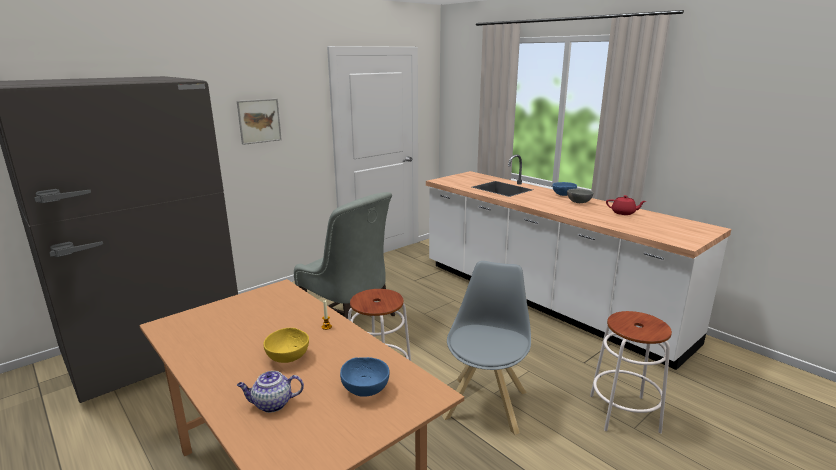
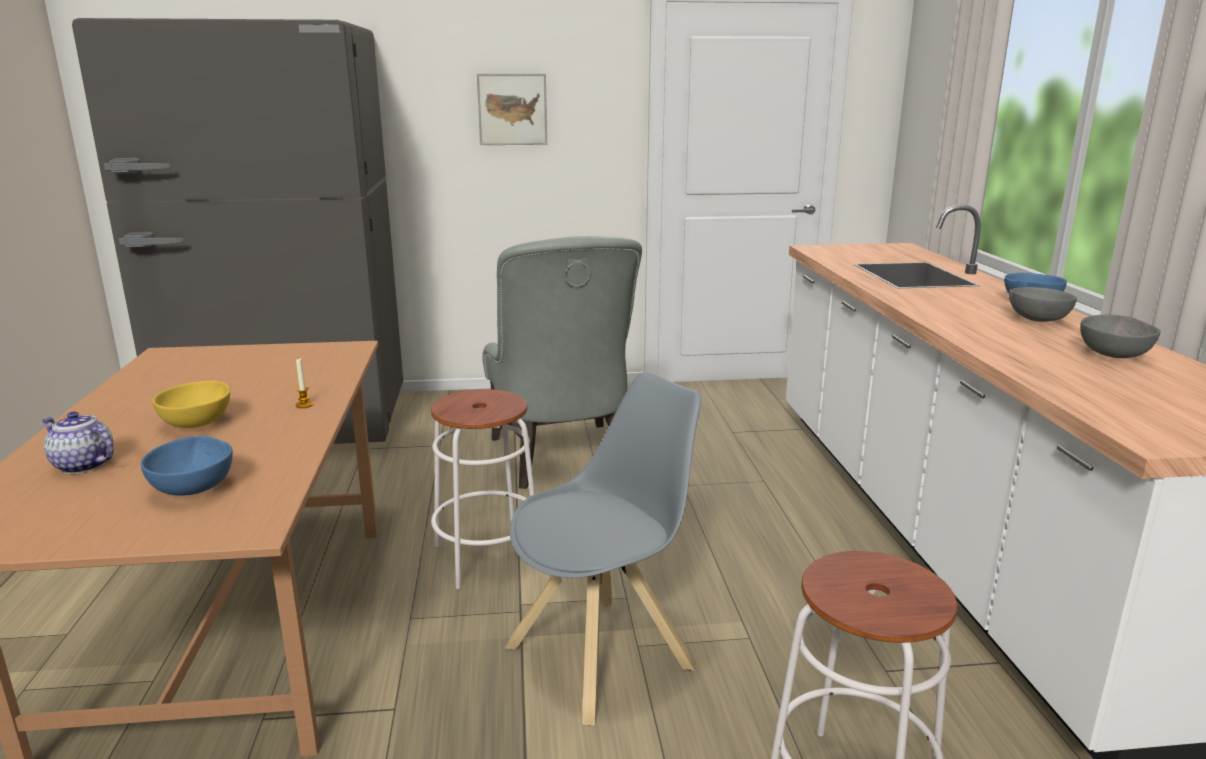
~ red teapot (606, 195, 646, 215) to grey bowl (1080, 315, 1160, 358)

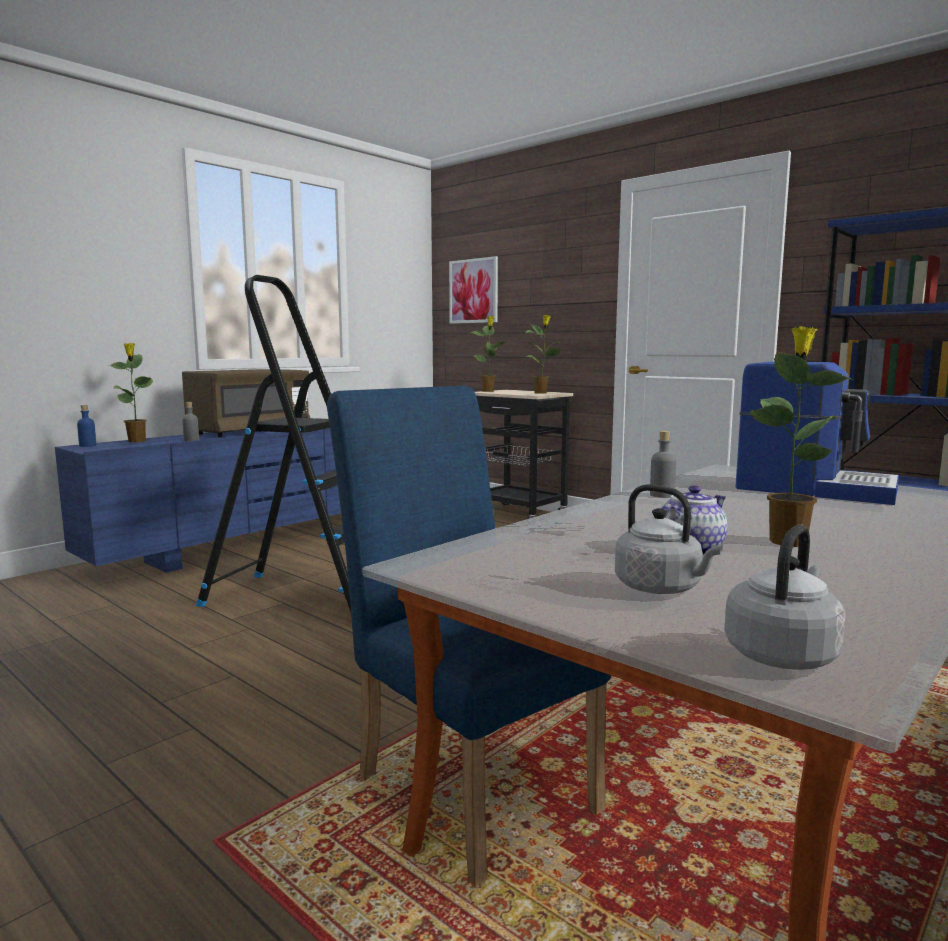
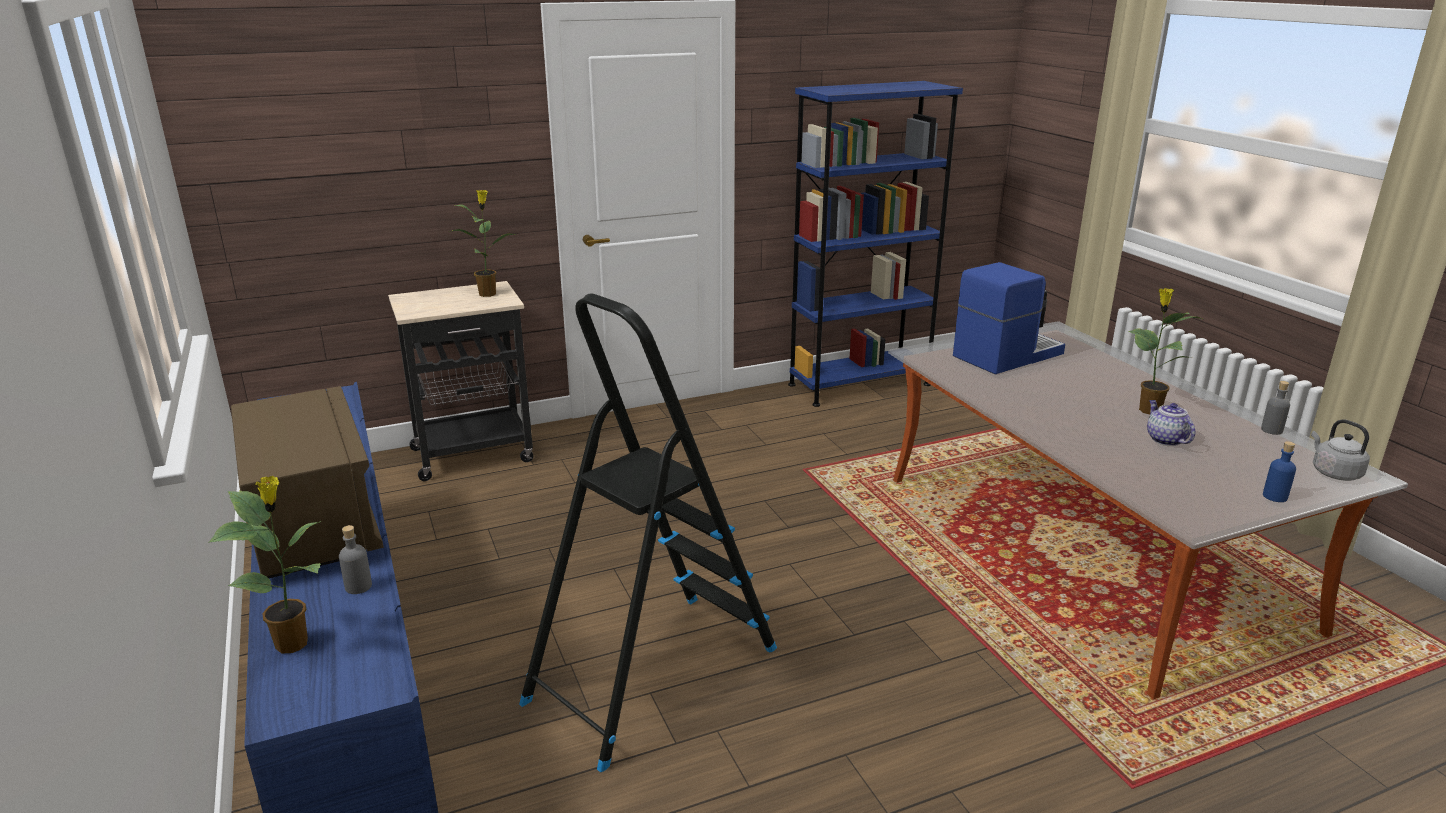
- blue chair (327, 386, 611, 886)
- picture (449, 256, 498, 324)
- potted plant (468, 316, 507, 392)
- grey kettle (615, 484, 723, 594)
~ blue bottle (77, 405, 96, 447) to (1263, 441, 1296, 502)
~ grey bottle (650, 431, 676, 498) to (1261, 381, 1290, 435)

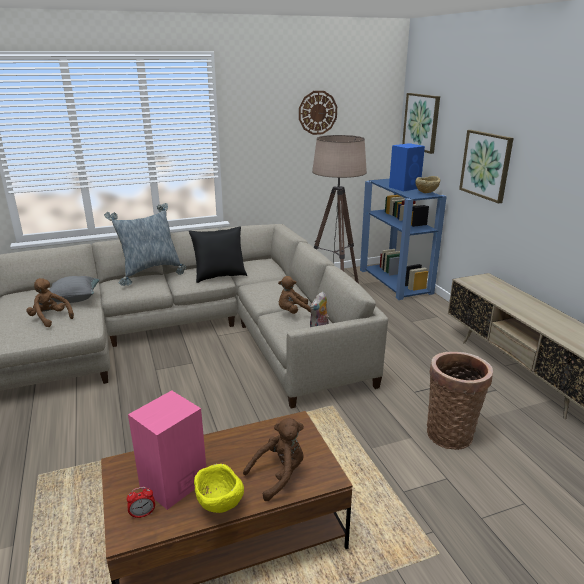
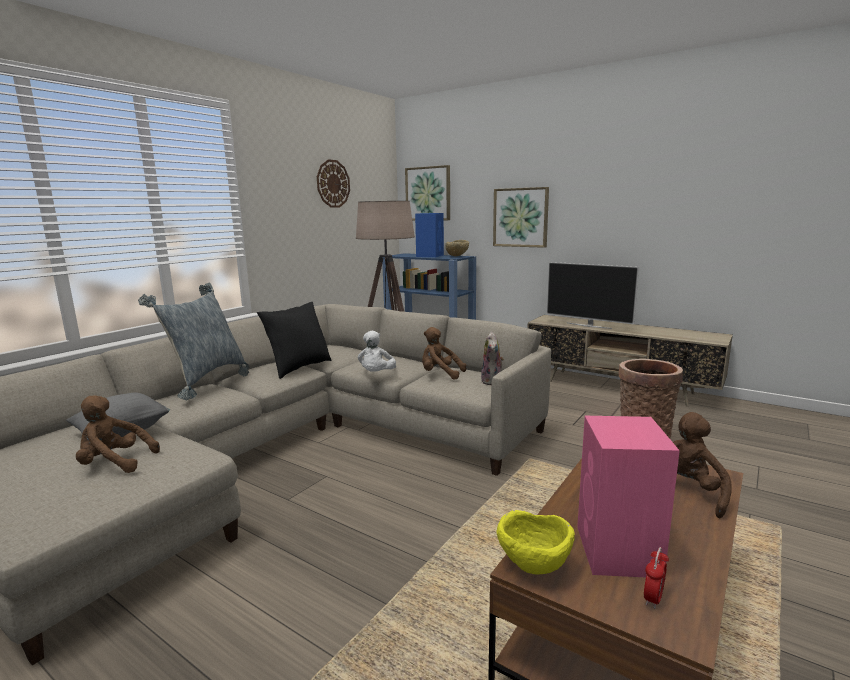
+ white plush toy (358, 331, 396, 372)
+ television (546, 262, 639, 329)
~ yellow bowl (194, 464, 244, 513) to (497, 510, 575, 574)
~ brown plush toy (278, 276, 311, 314) = (422, 327, 466, 379) 75 degrees clockwise

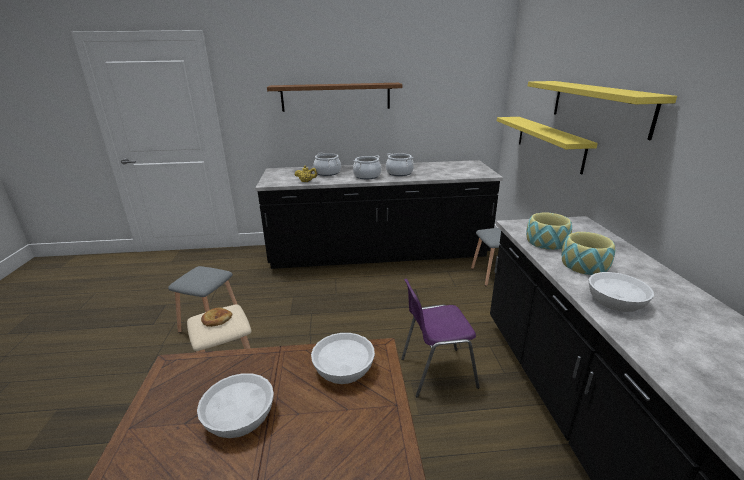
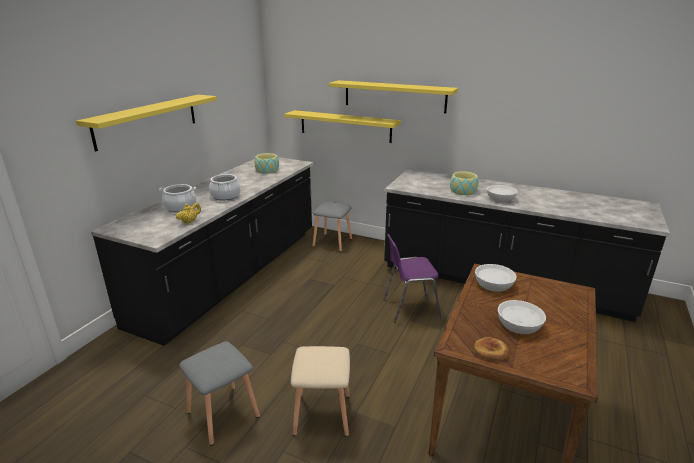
- cooking pot (386, 153, 414, 176)
~ bread (201, 307, 232, 327) to (474, 337, 509, 361)
~ bowl (526, 212, 572, 250) to (254, 153, 279, 174)
~ brown shelf (267, 83, 402, 112) to yellow shelf (76, 95, 217, 152)
~ purple chair (401, 279, 480, 398) = (383, 234, 442, 323) 60 degrees clockwise

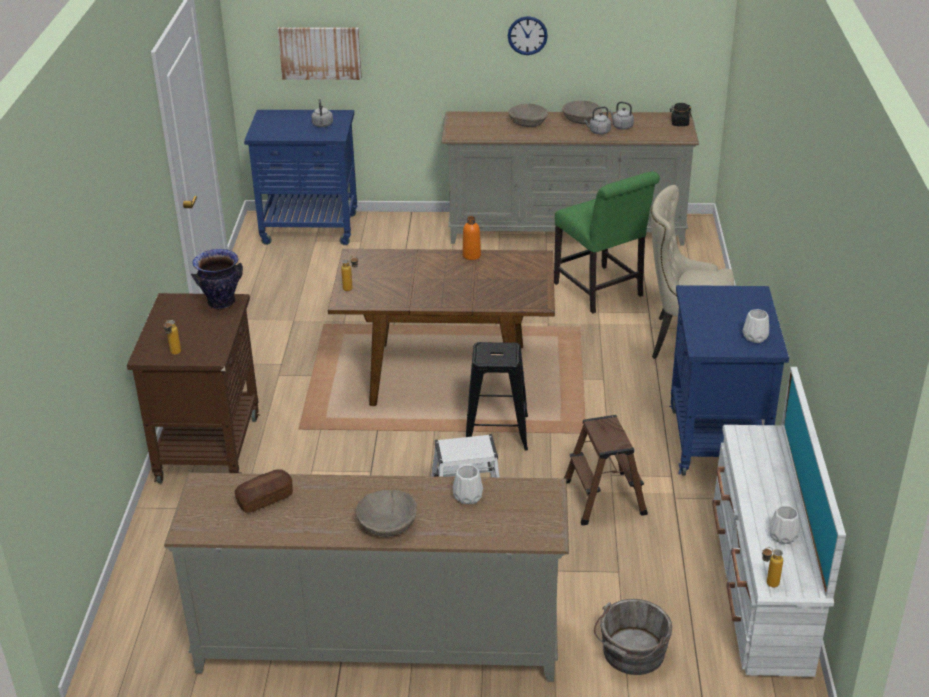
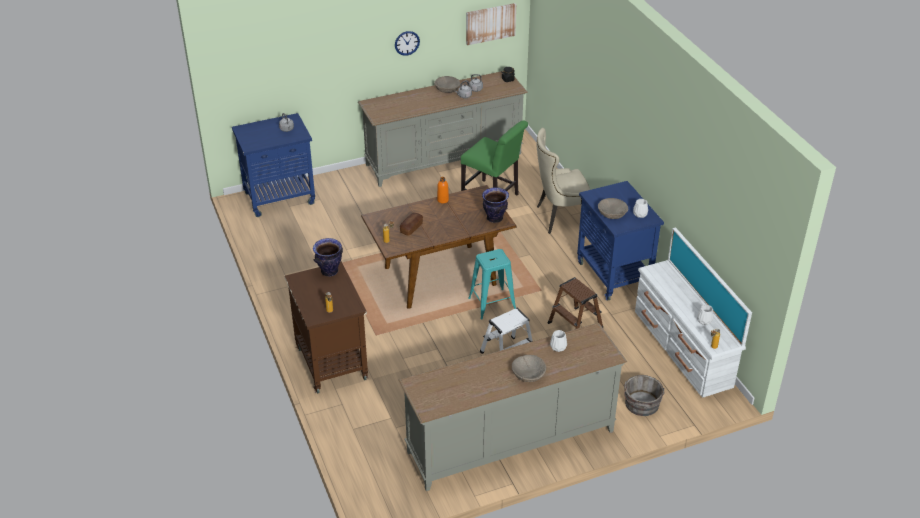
+ vase (482, 187, 509, 223)
~ bread (235, 469, 293, 513) to (400, 213, 423, 236)
~ picture (277, 27, 362, 80) to (466, 3, 516, 45)
~ beige bowl (508, 104, 548, 127) to (598, 198, 628, 219)
~ black stool (466, 342, 528, 451) to turquoise stool (468, 249, 516, 319)

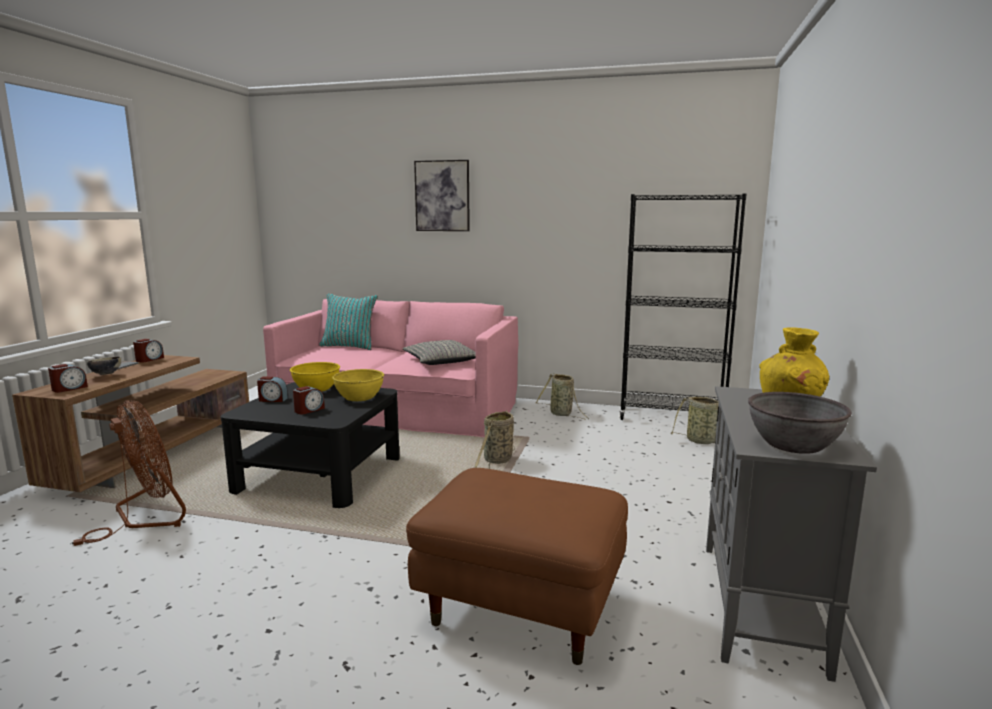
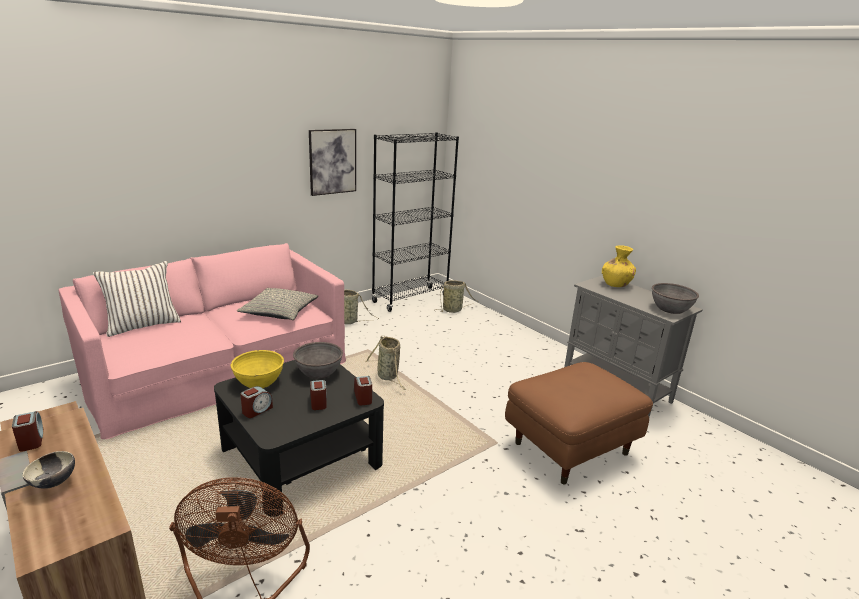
~ alarm clock (48, 364, 88, 393) to (354, 376, 372, 405)
~ picture (414, 160, 470, 231) to (309, 129, 356, 196)
~ turquoise pillow (319, 294, 378, 350) to white pillow (93, 261, 181, 337)
~ yellow bowl (332, 369, 384, 401) to grey bowl (293, 342, 343, 379)

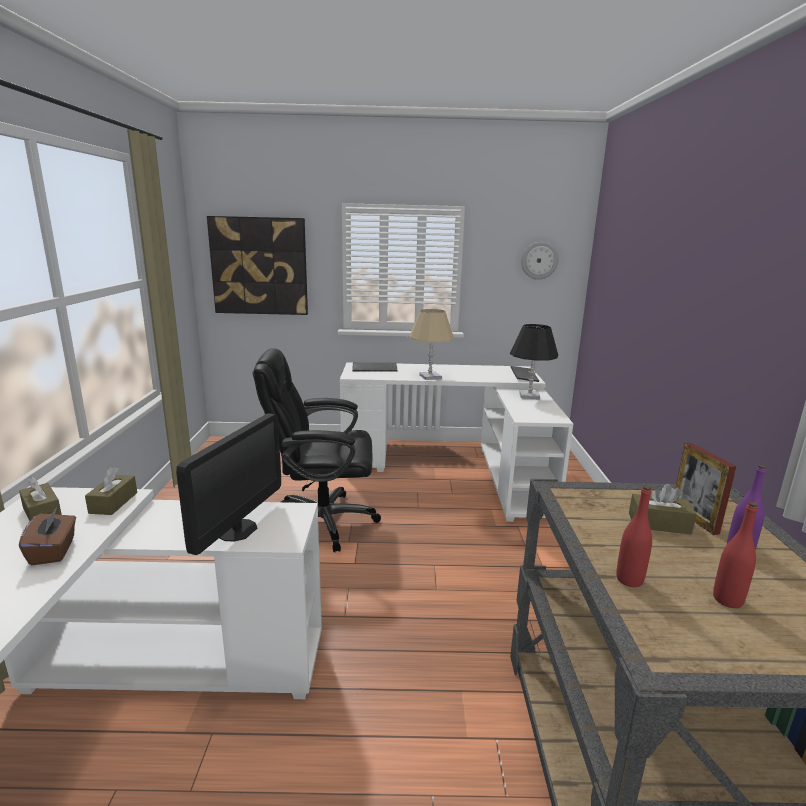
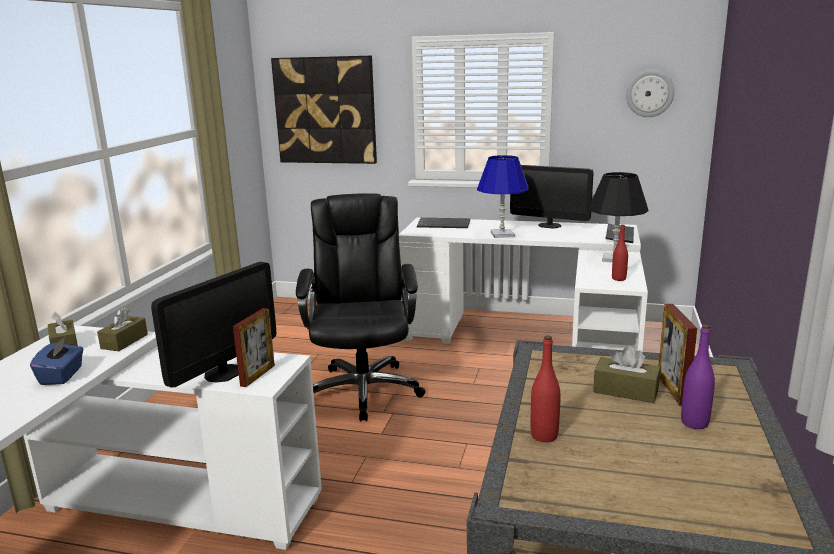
+ picture frame (233, 308, 275, 387)
+ monitor (510, 165, 594, 229)
~ red bottle (713, 502, 758, 608) to (612, 225, 628, 281)
~ brown tissue box (19, 507, 76, 565) to blue tissue box (30, 336, 83, 385)
~ beige table lamp (410, 309, 454, 380) to blue table lamp (477, 155, 528, 238)
~ black office chair (252, 348, 381, 552) = (296, 193, 426, 422) 75 degrees clockwise

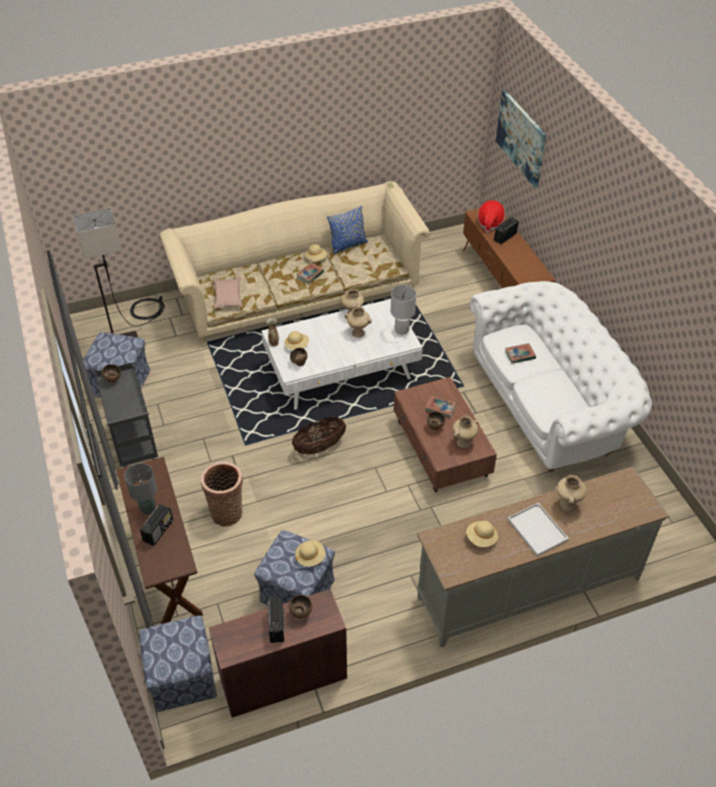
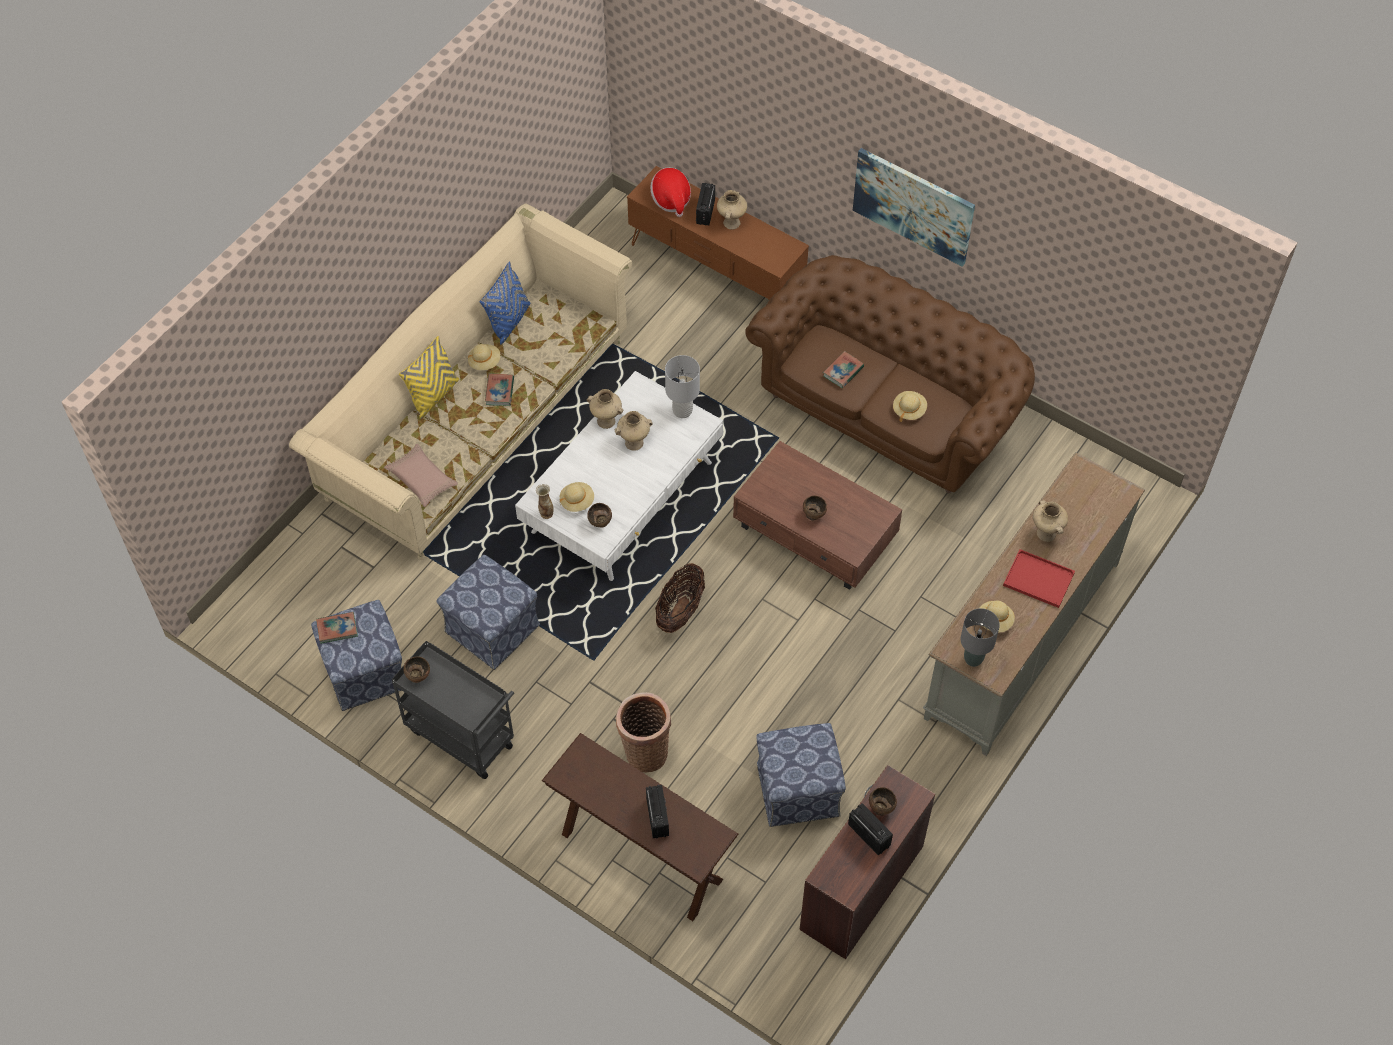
- floor lamp (73, 207, 165, 338)
+ yellow pillow (399, 336, 459, 419)
~ grey table lamp (124, 463, 157, 515) to (961, 608, 1000, 667)
~ ottoman (139, 615, 217, 712) to (437, 555, 540, 670)
~ beige hat (295, 540, 325, 567) to (893, 391, 927, 422)
~ book (425, 395, 457, 418) to (316, 612, 358, 644)
~ beige vase (453, 416, 478, 448) to (717, 190, 747, 230)
~ picture (496, 90, 546, 188) to (853, 148, 975, 267)
~ white sofa (470, 281, 652, 472) to brown sofa (745, 255, 1035, 493)
~ white tray (507, 503, 569, 556) to red tray (1003, 549, 1075, 608)

